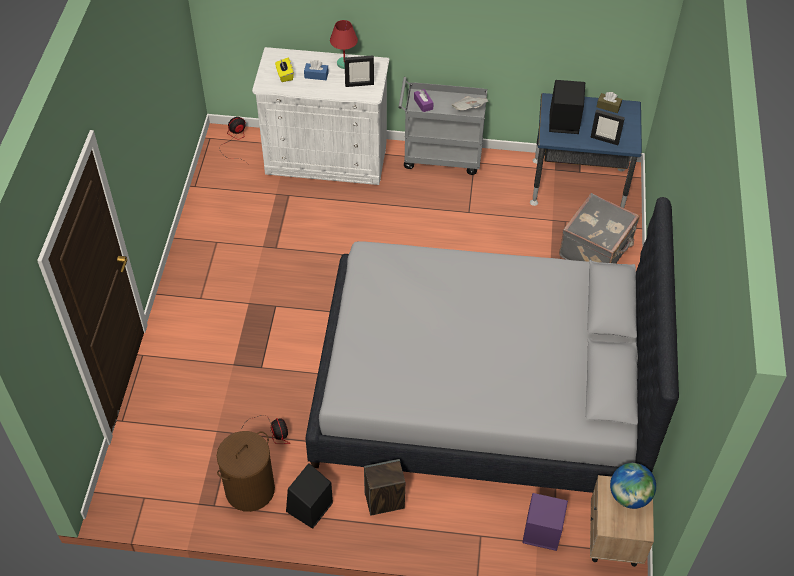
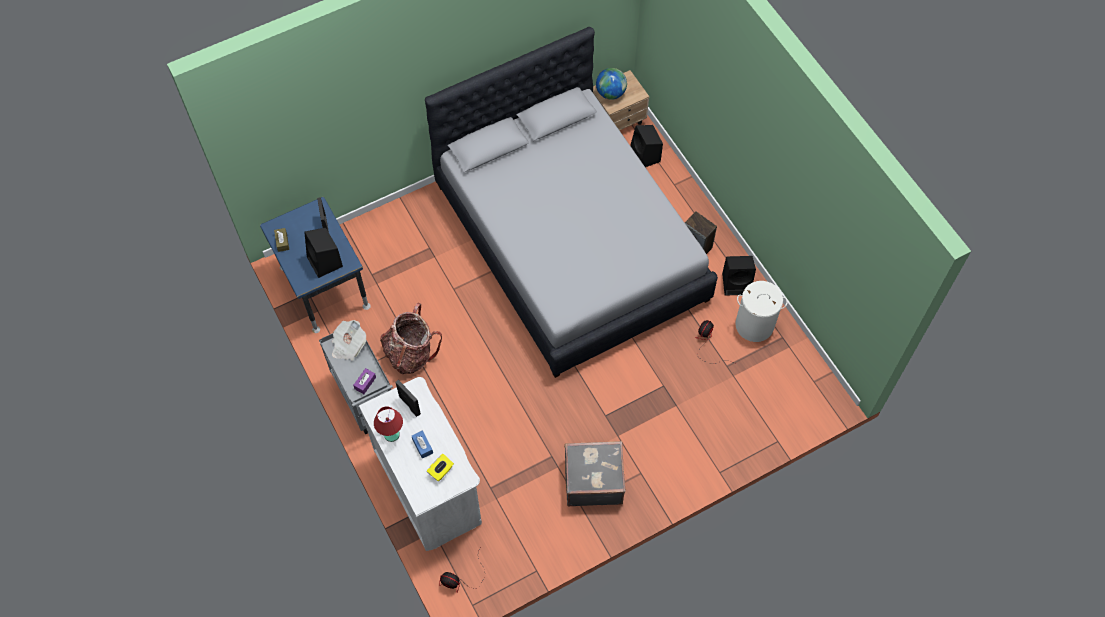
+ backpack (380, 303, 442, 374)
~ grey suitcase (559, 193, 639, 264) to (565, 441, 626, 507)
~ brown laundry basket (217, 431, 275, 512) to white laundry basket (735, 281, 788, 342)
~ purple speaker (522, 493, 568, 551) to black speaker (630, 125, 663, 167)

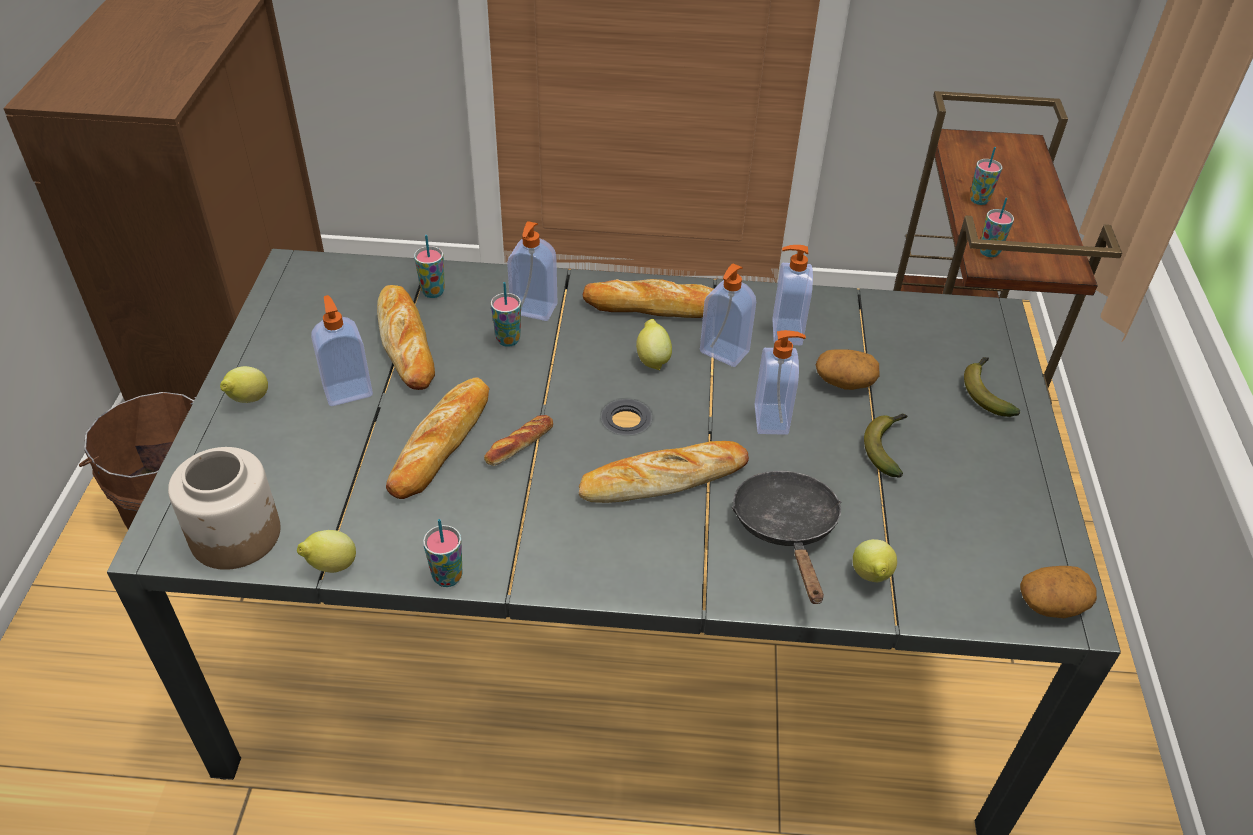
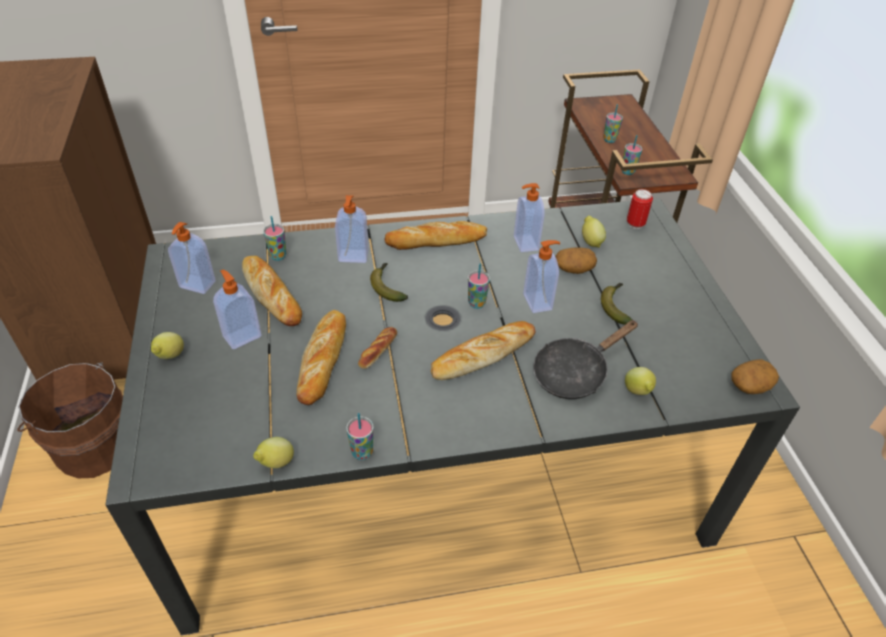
- jar (168, 447, 280, 570)
+ can (627, 189, 653, 229)
~ cup (491, 282, 521, 347) to (468, 263, 490, 309)
~ lemon (636, 319, 672, 370) to (582, 215, 606, 247)
~ soap dispenser (700, 264, 756, 367) to (168, 222, 216, 294)
~ banana (964, 357, 1020, 417) to (370, 263, 408, 302)
~ black frying pan (732, 471, 842, 604) = (533, 320, 638, 399) 105 degrees counterclockwise

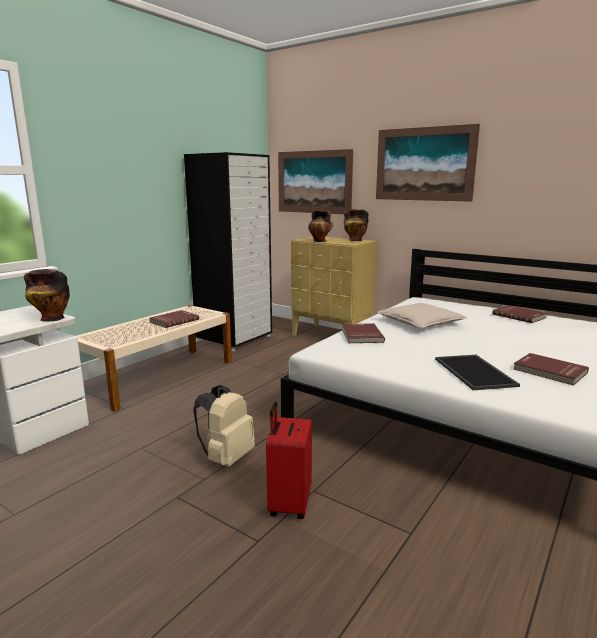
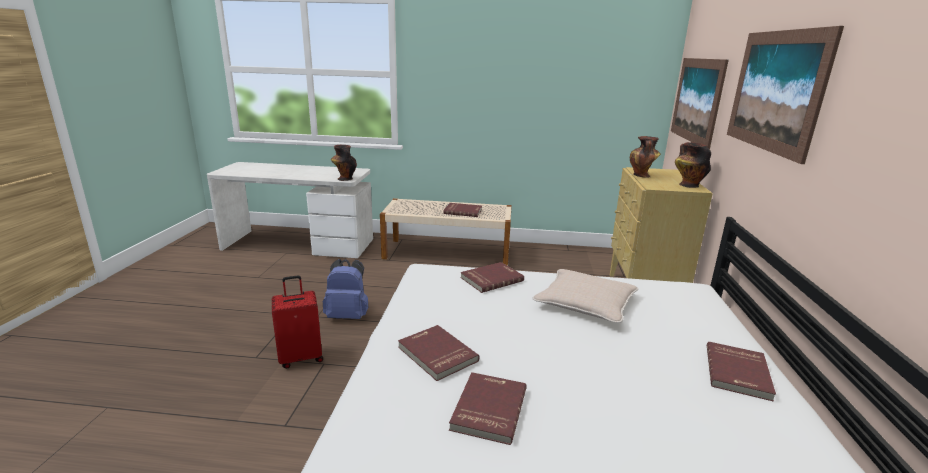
- wardrobe (184, 152, 272, 352)
~ tray (435, 355, 520, 390) to red book (398, 325, 480, 381)
~ beige backpack (193, 385, 255, 467) to blue backpack (322, 259, 368, 319)

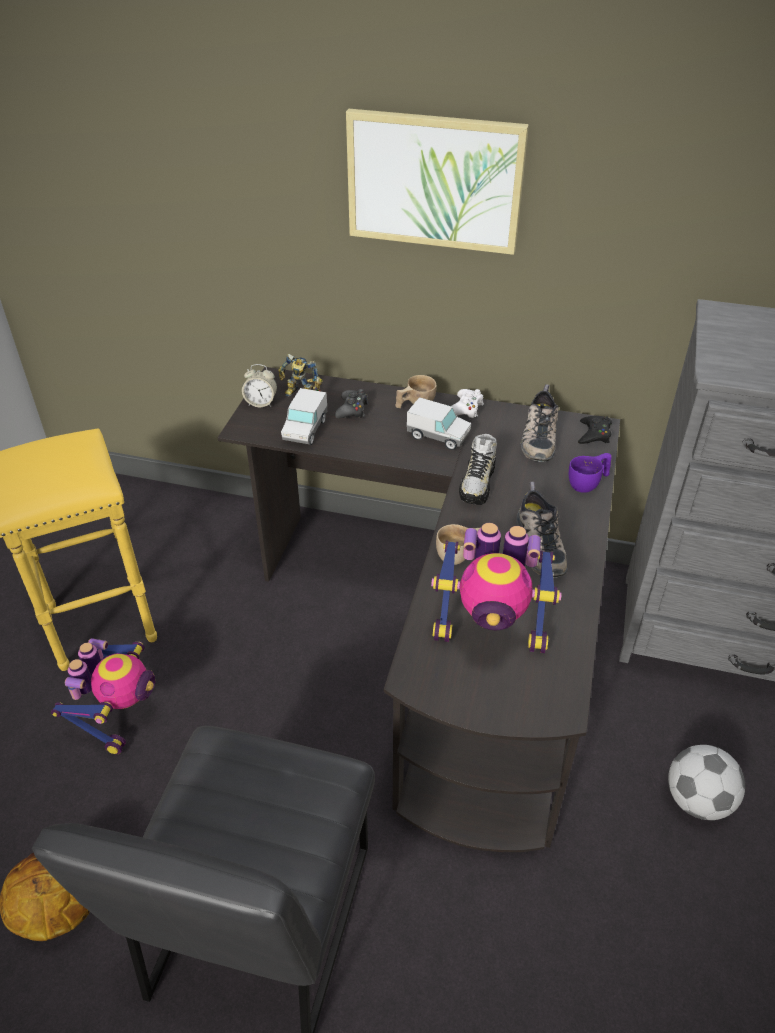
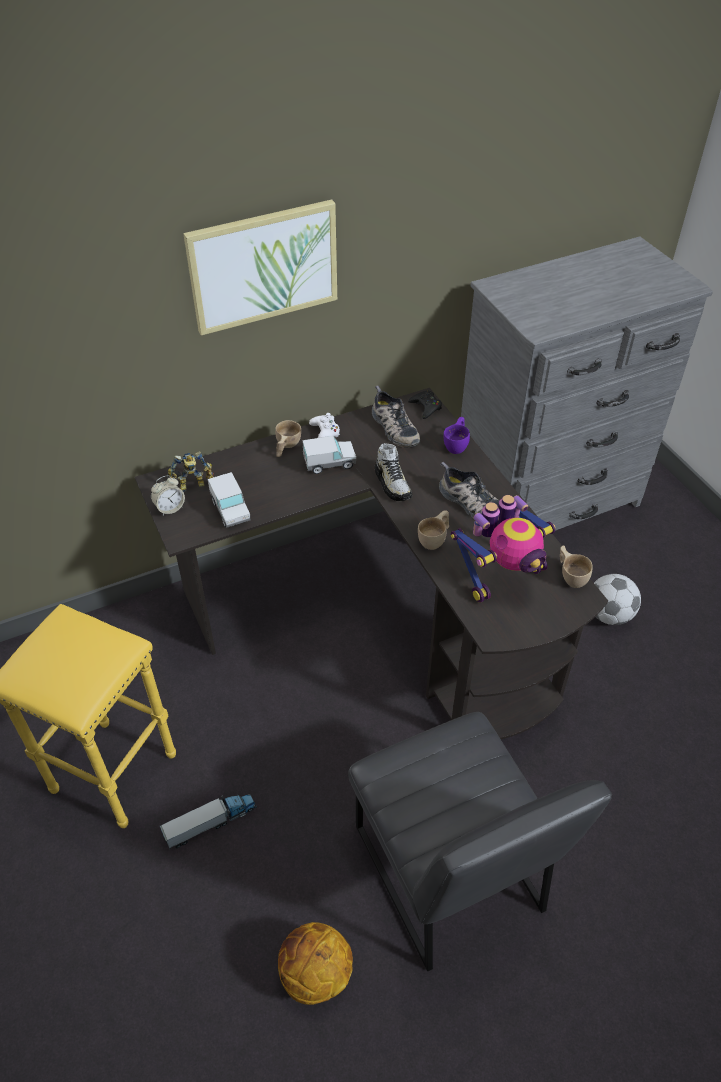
- black game controller (335, 389, 369, 418)
+ beige cup (560, 545, 593, 588)
~ toy robot (51, 638, 156, 754) to toy truck (160, 794, 257, 849)

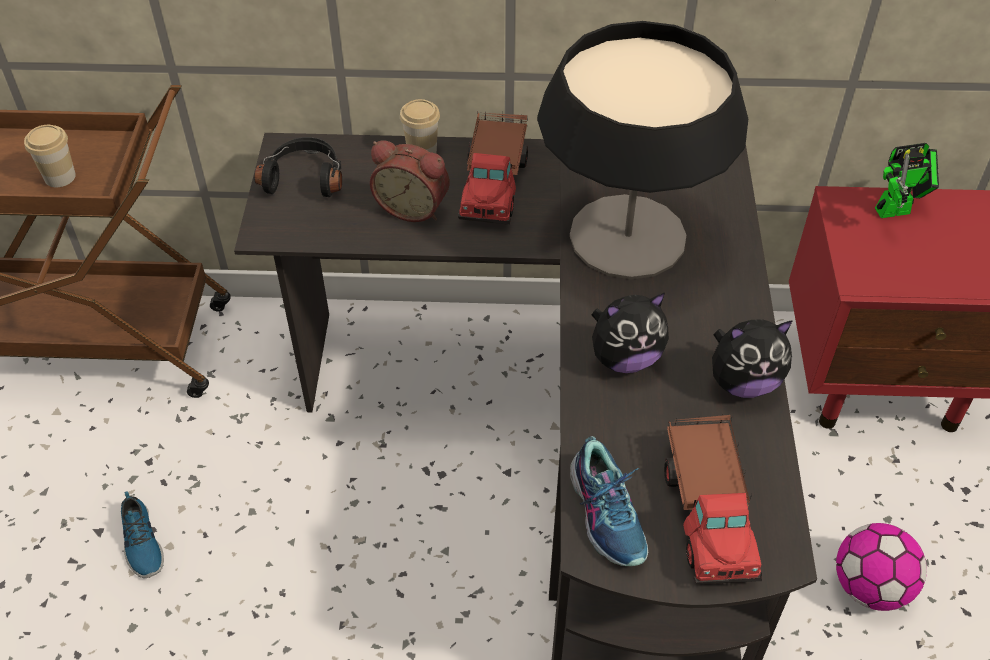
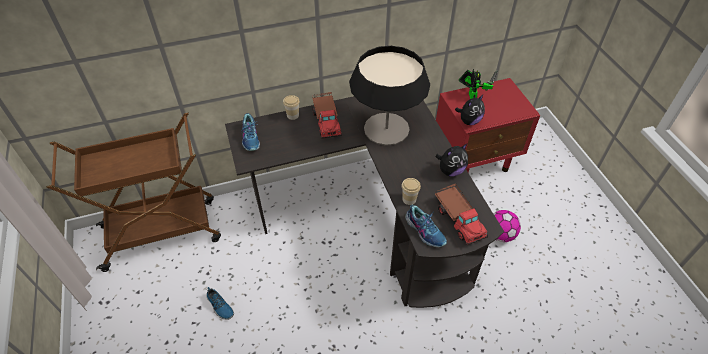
- alarm clock (370, 140, 450, 222)
~ cup (24, 125, 76, 187) to (402, 178, 421, 205)
~ plush toy (592, 293, 669, 373) to (455, 94, 485, 125)
~ black headphones (254, 137, 342, 197) to shoe (241, 113, 260, 151)
~ toy robot (875, 143, 939, 218) = (459, 69, 498, 99) 60 degrees counterclockwise

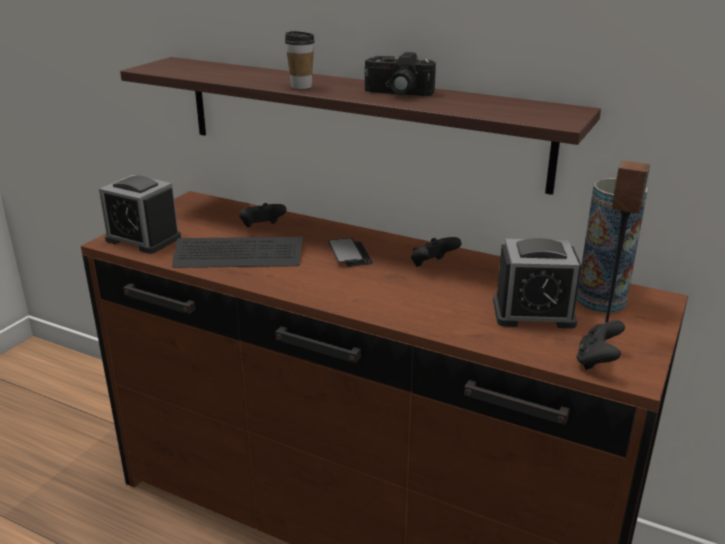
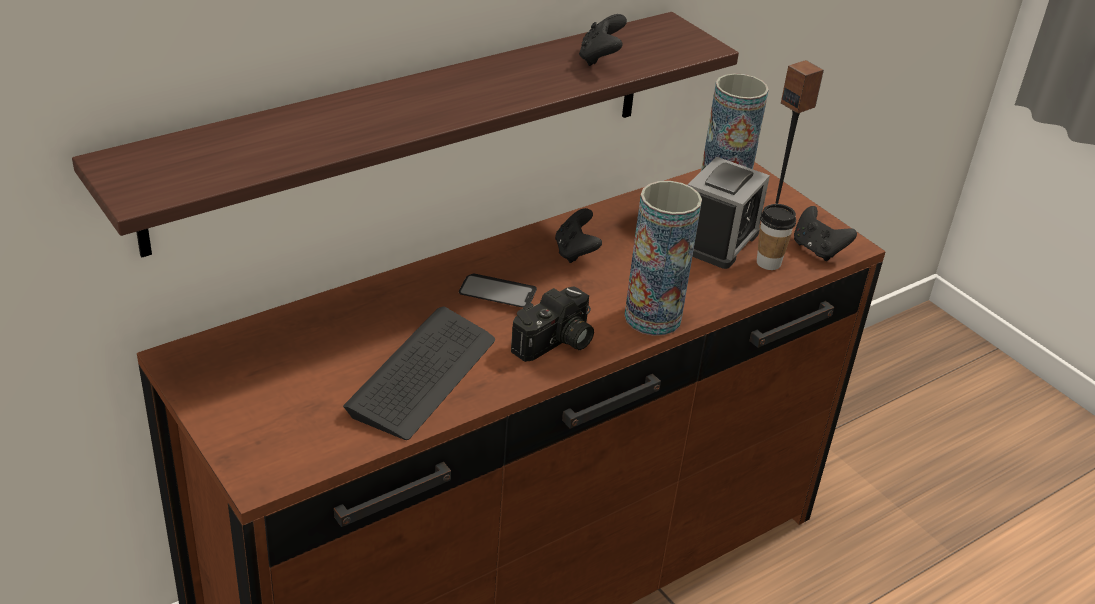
- alarm clock (99, 175, 181, 254)
+ vase (624, 181, 702, 336)
~ black game controller (239, 203, 286, 227) to (579, 14, 627, 66)
~ cup (285, 31, 315, 89) to (757, 204, 796, 270)
~ photo camera (364, 52, 436, 96) to (511, 286, 594, 362)

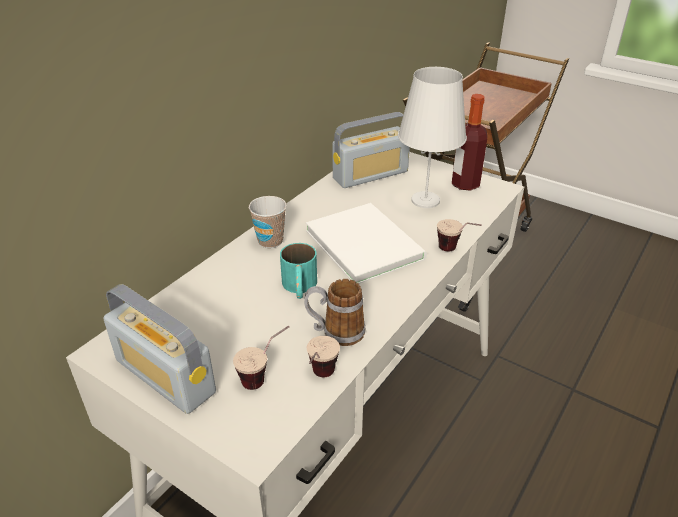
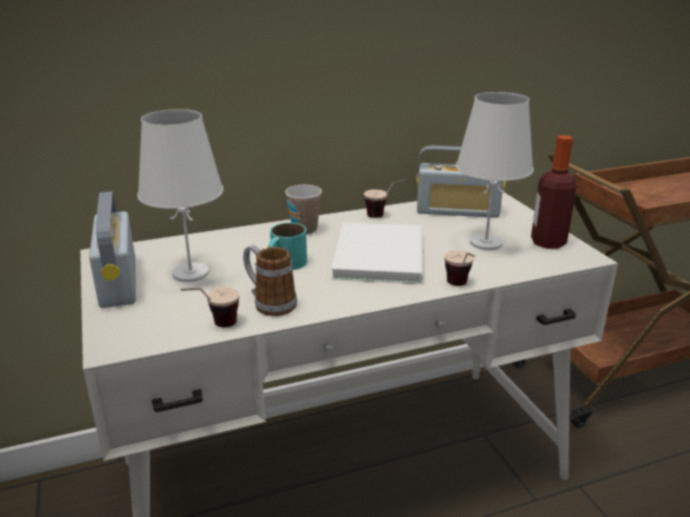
+ white table lamp (137, 109, 223, 282)
~ cup (233, 326, 289, 390) to (364, 179, 408, 218)

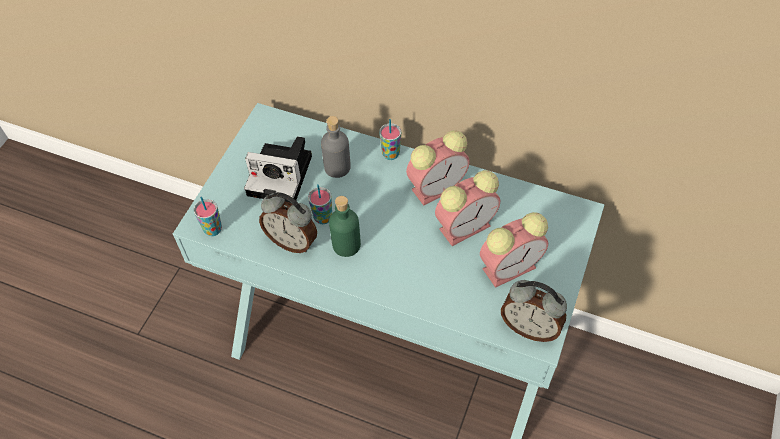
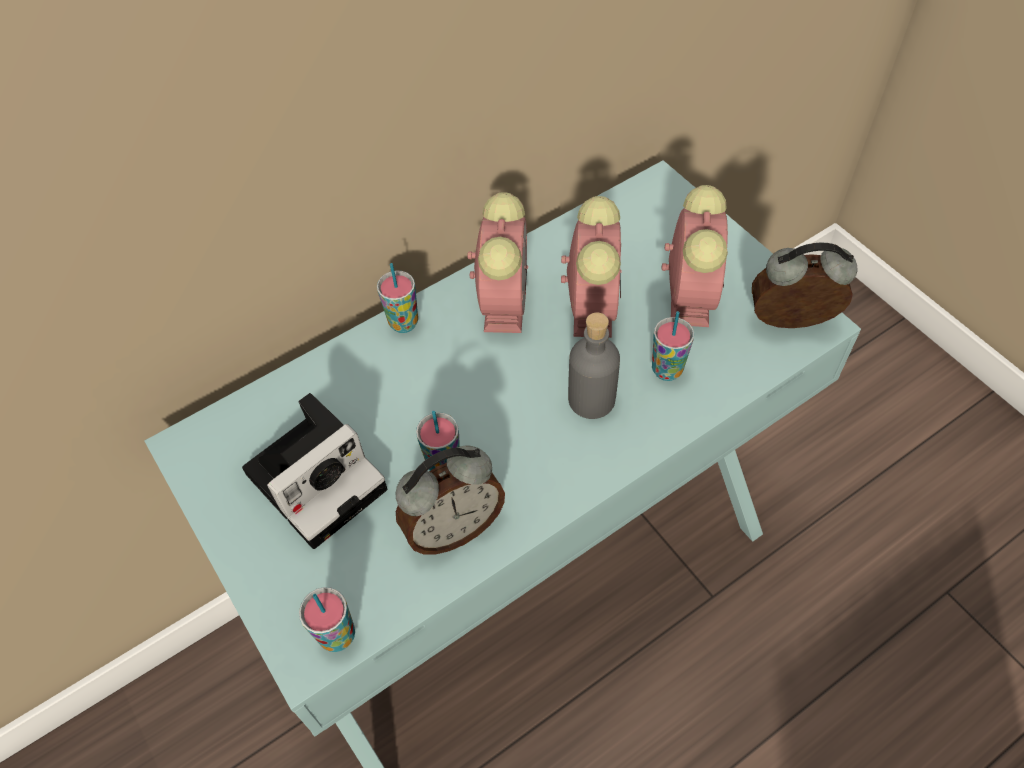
- green bottle (329, 196, 361, 257)
+ cup (652, 311, 694, 381)
~ grey bottle (321, 116, 351, 178) to (568, 312, 620, 419)
~ alarm clock (501, 280, 567, 342) = (752, 242, 858, 328) 150 degrees counterclockwise

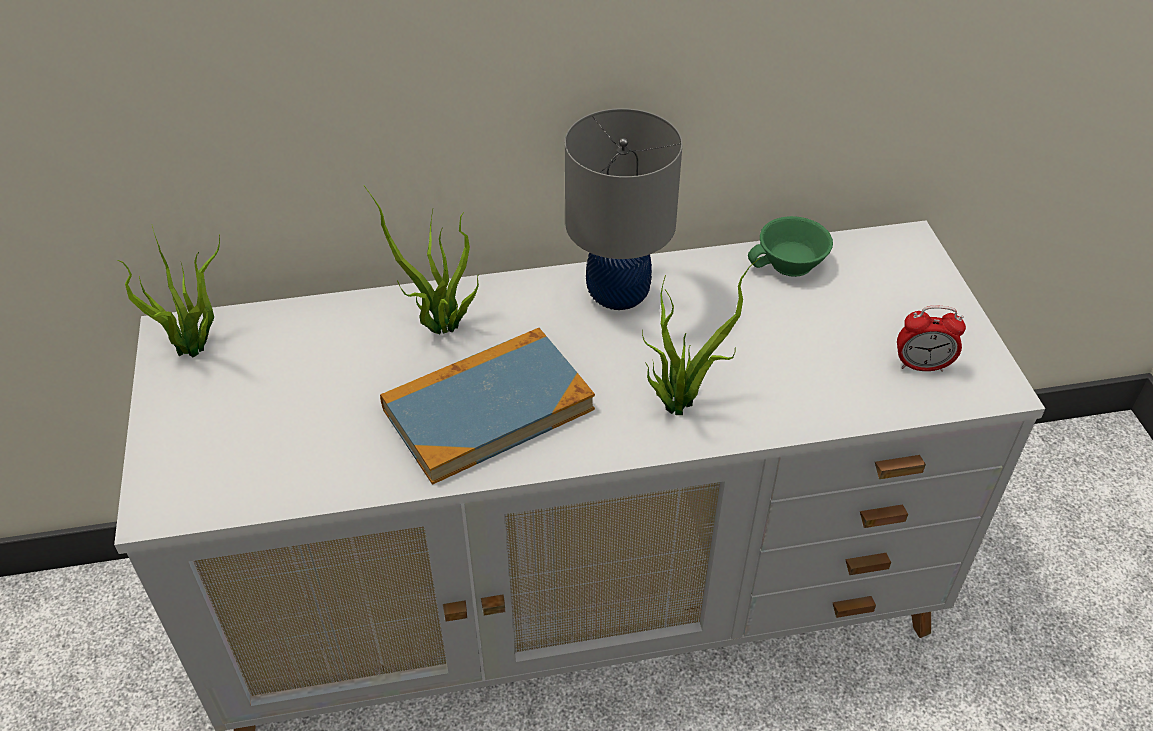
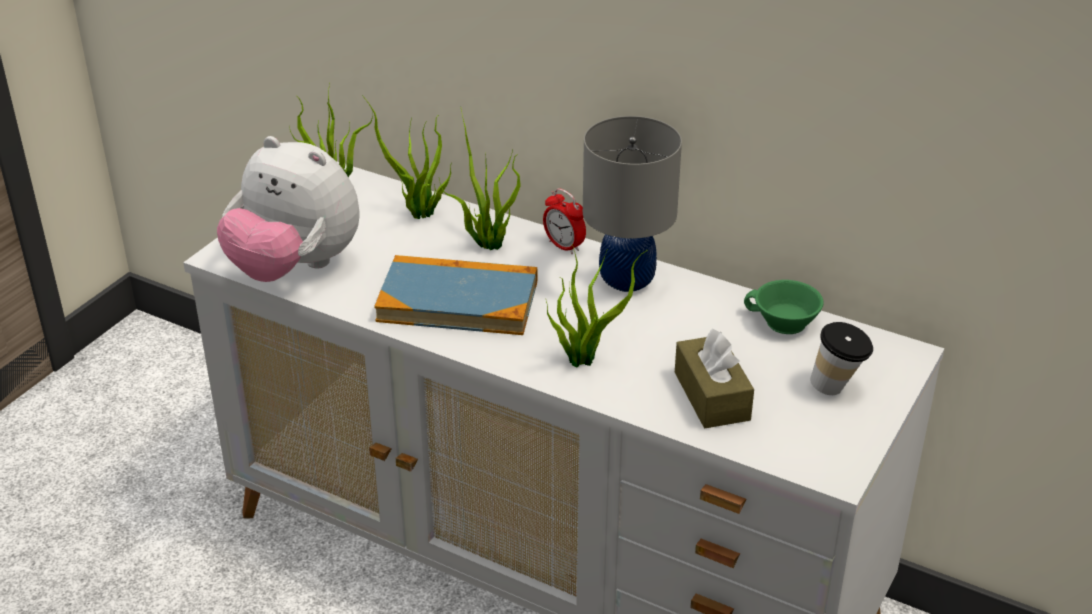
+ plush toy (217, 136, 359, 282)
+ potted plant (363, 96, 452, 219)
+ brown tissue box (675, 328, 754, 428)
+ cup (810, 322, 873, 395)
~ alarm clock (897, 305, 966, 372) to (543, 188, 586, 254)

